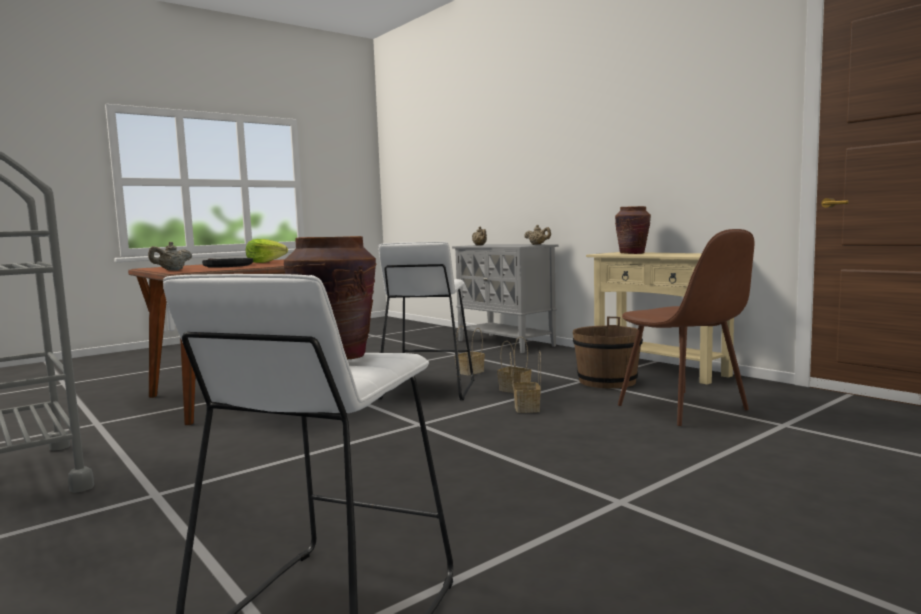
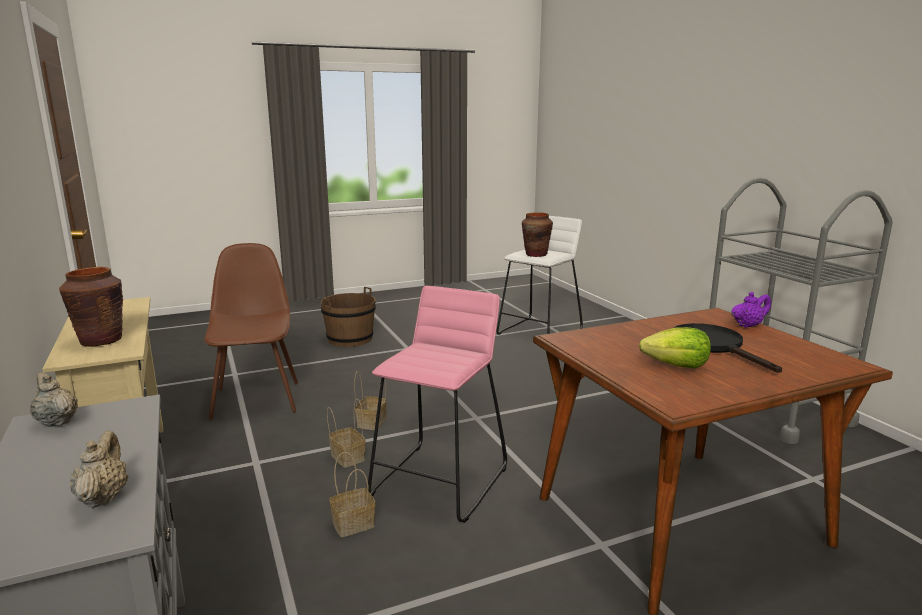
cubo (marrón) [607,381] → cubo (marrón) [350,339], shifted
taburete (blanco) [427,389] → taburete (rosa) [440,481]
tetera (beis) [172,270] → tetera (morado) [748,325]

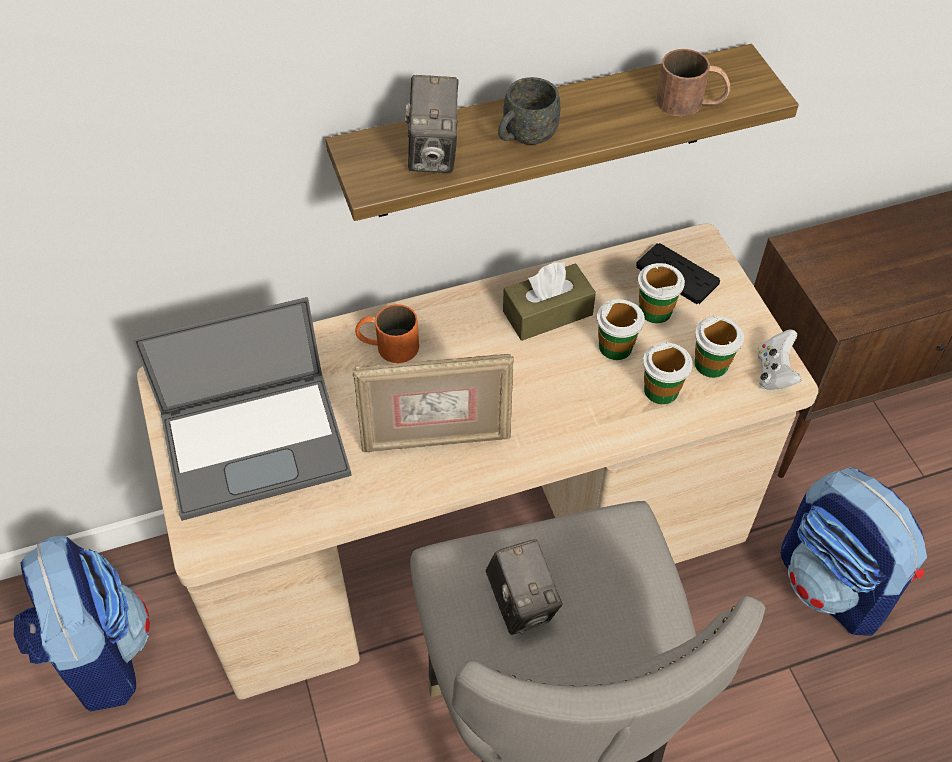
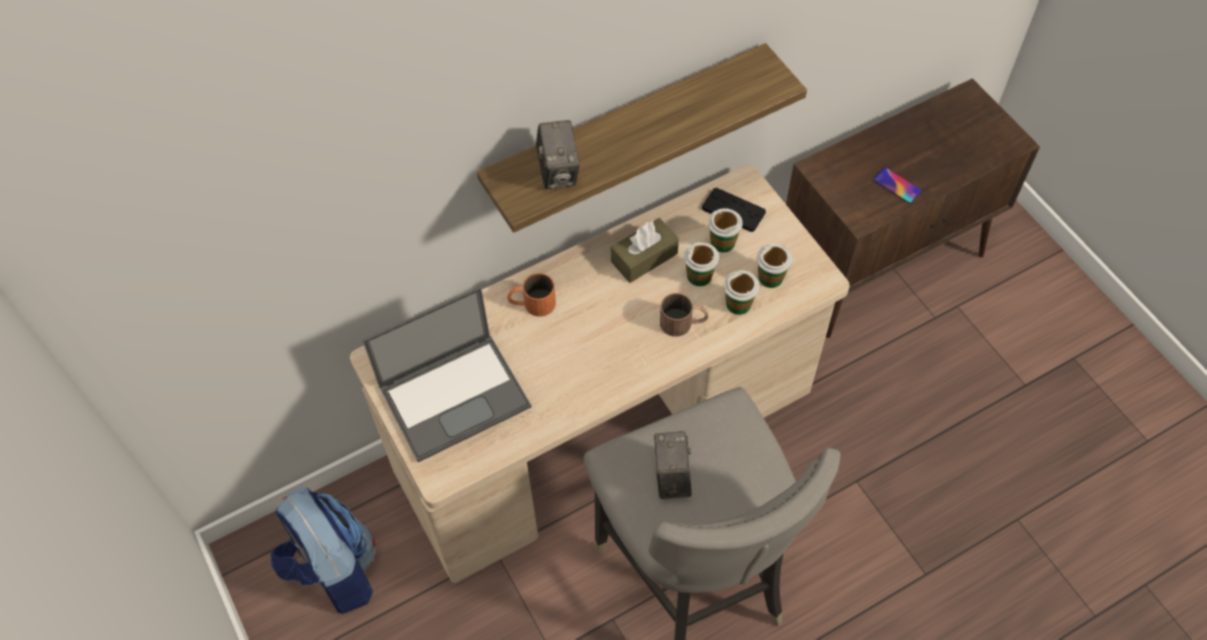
cámara [521,603] → cámara [671,476], 150 degrees counterclockwise
taza grande (marrón) [691,102] → taza grande (marrón) [683,323], shifted
- → móvil [897,185]
portarretratos [436,439] → -
taza grande (gris) [524,137] → -
mando de consola (blanco) [774,373] → -
mochila [834,585] → -

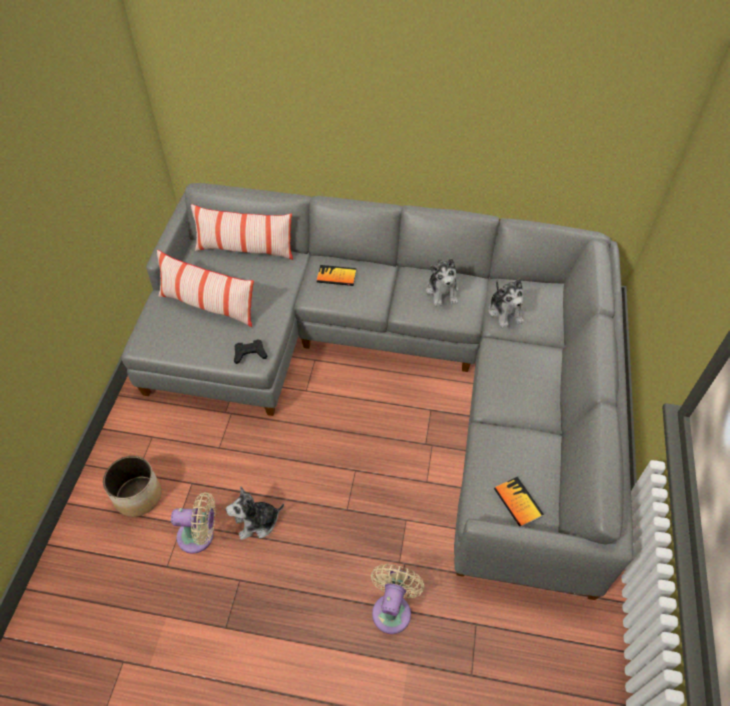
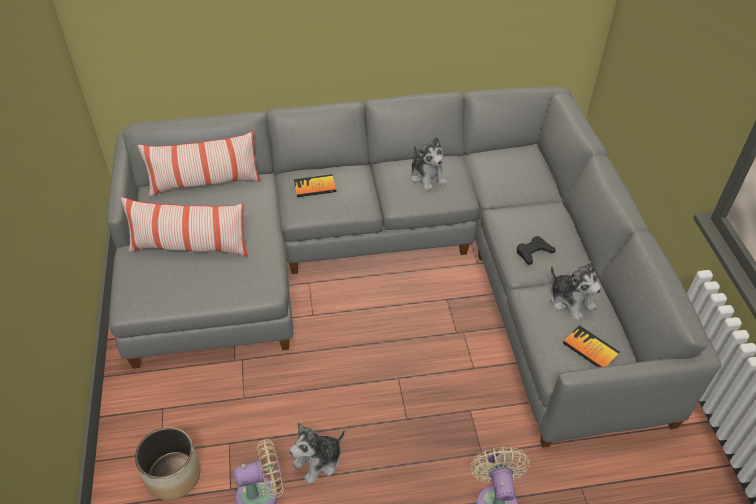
mando de consola (negro) [250,353] → mando de consola (negro) [533,252], shifted
peluche [505,312] → peluche [570,301], shifted

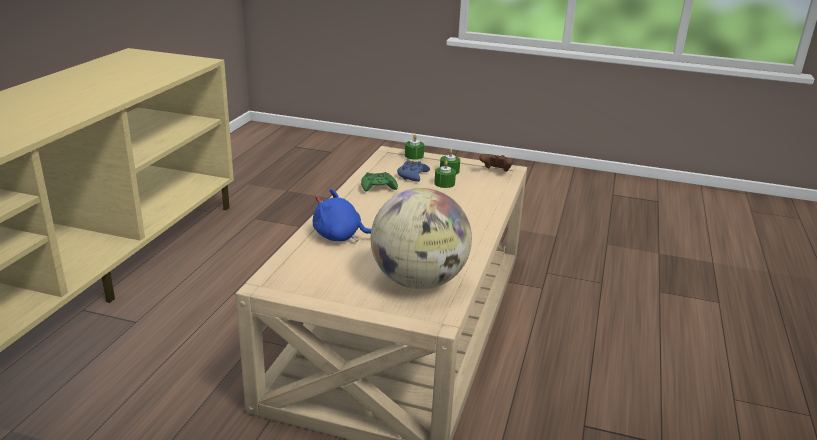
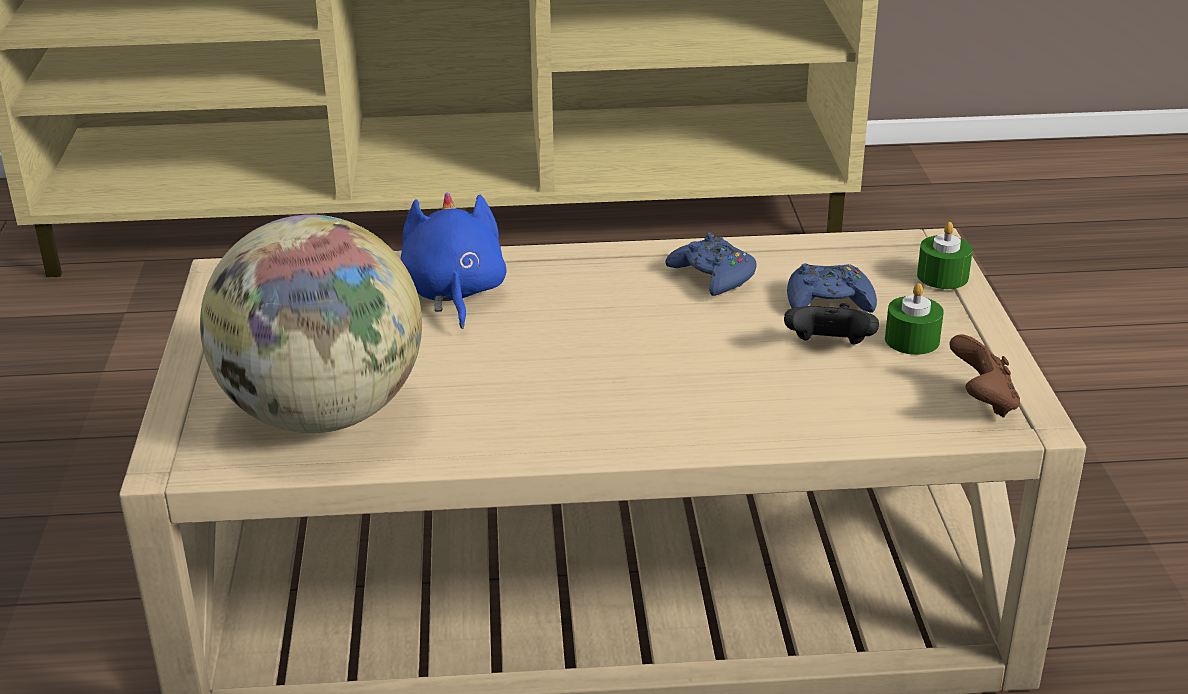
mando de consola (verde) [378,187] → mando de consola (azul) [713,276]
vela (verde) [444,183] → mando de consola (negro) [828,348]

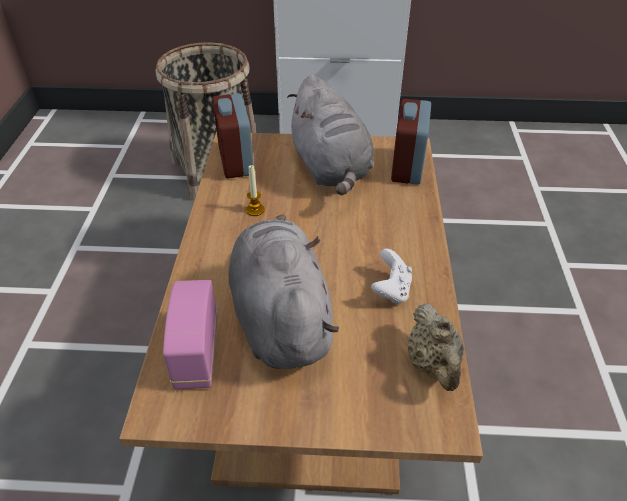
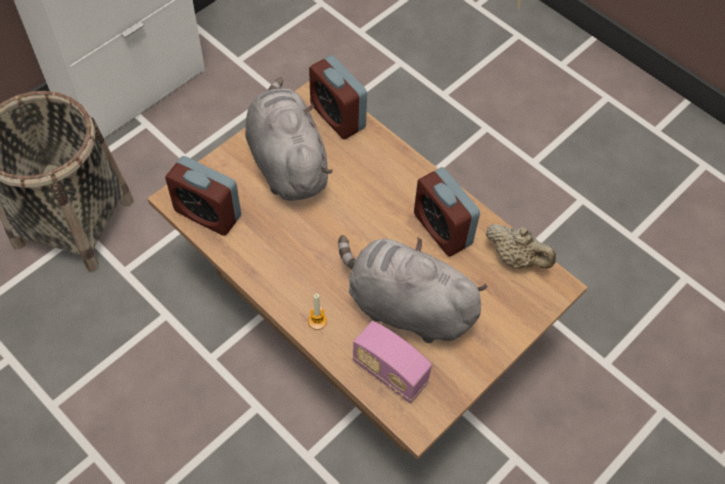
peluche (gris) [331,168] → peluche (gris) [287,161], 135 degrees counterclockwise
vela [255,210] → vela [317,321], shifted
mando de consola (blanco) [391,290] → despertador [442,229]

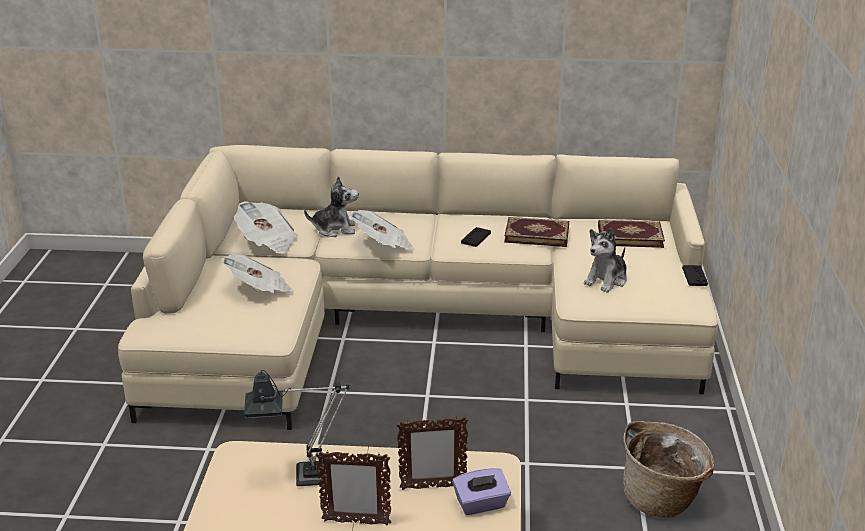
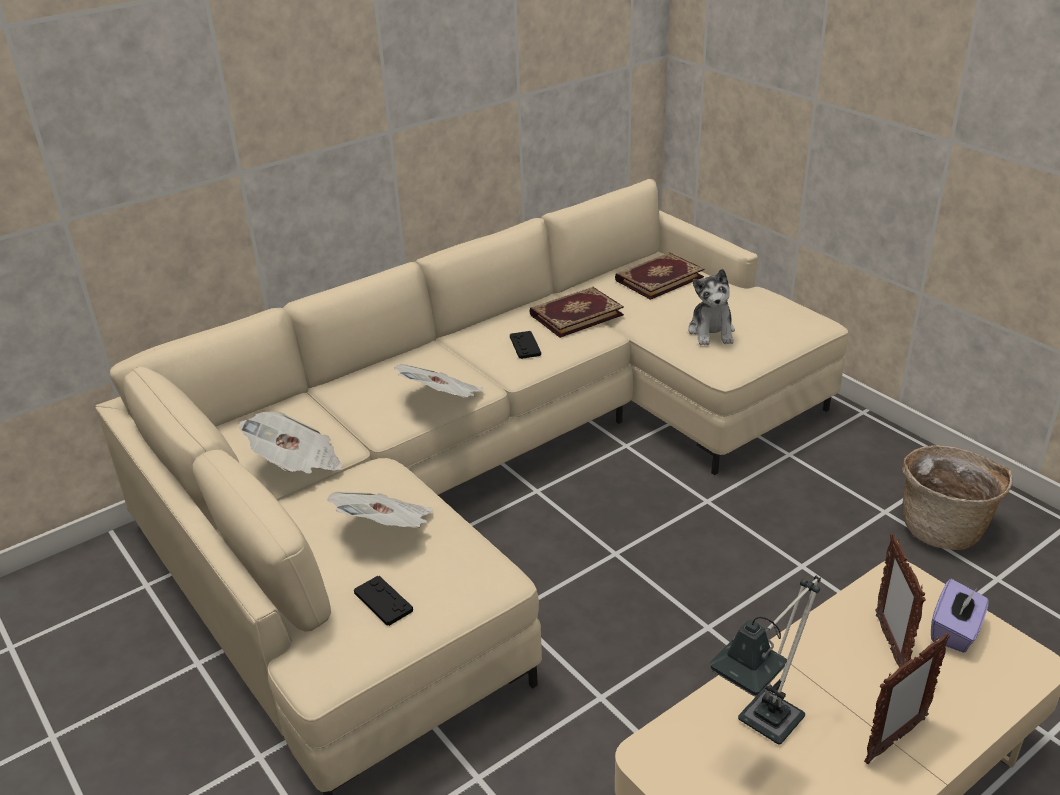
mando de consola (negro) [694,276] → mando de consola (negro) [383,601], shifted
portarretratos [432,487] → portarretratos [890,645], 135 degrees clockwise
peluche [335,229] → -

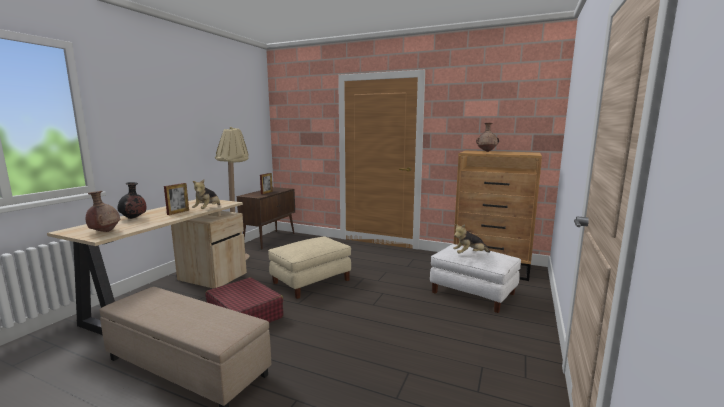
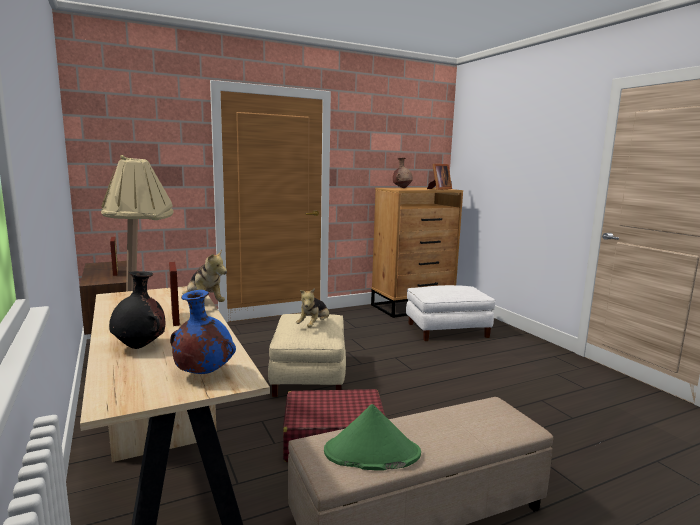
florero (marrón) [105,231] → florero (azul) [203,374]
peluche [469,254] → peluche [314,326], shifted
- → sombrero (verde) [371,453]
- → portarretratos [439,189]

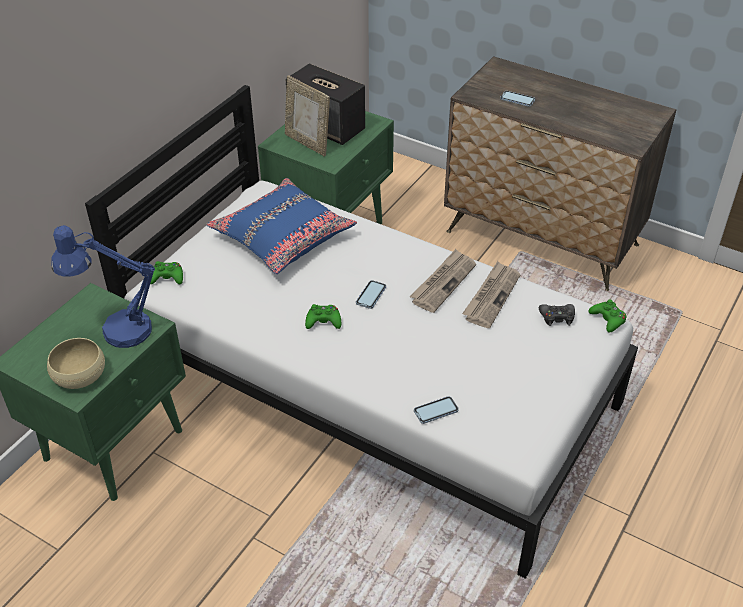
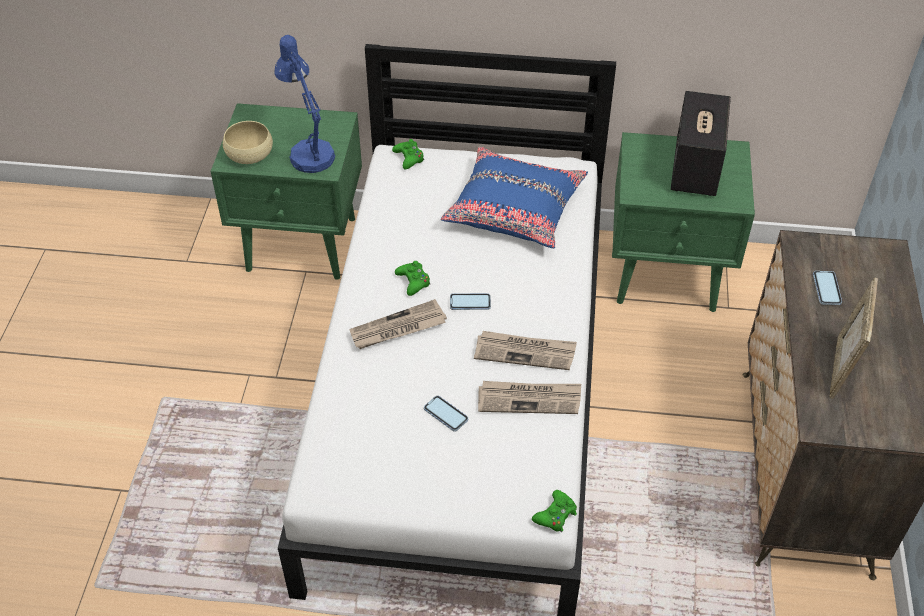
- → periódico [397,328]
móvil [436,411] → móvil [446,414], shifted
portarretratos [308,143] → portarretratos [841,368], shifted
mando de consola (negro) [557,317] → -

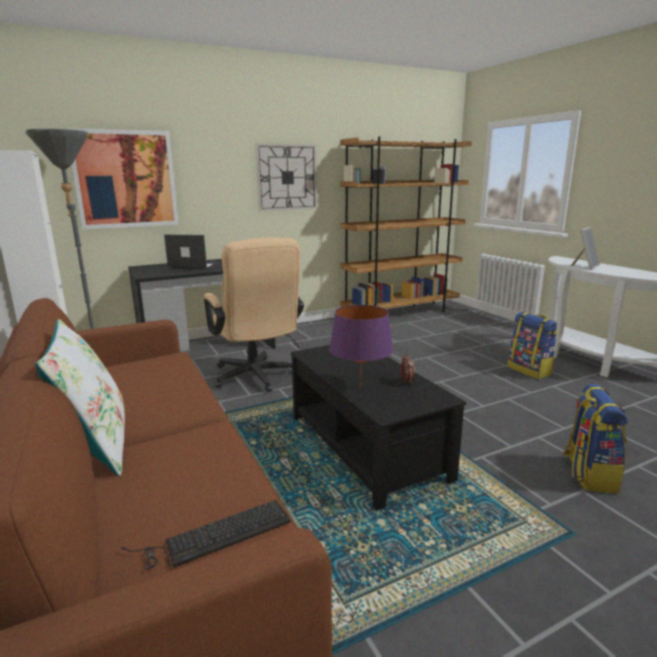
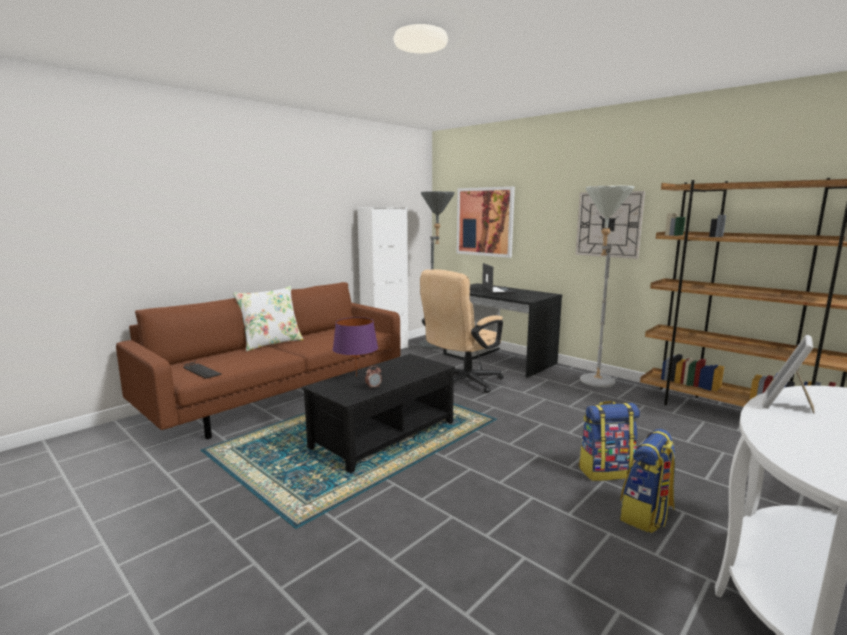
mochila [588,474] → mochila [606,471], shifted
- → lámpara de pie (gris) [594,383]
portarretratos [585,267] → portarretratos [785,405], 105 degrees clockwise

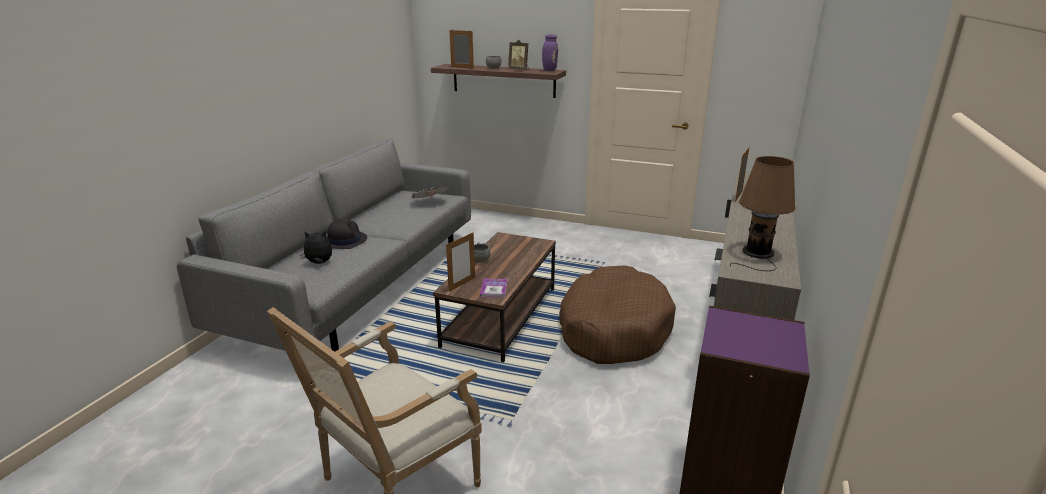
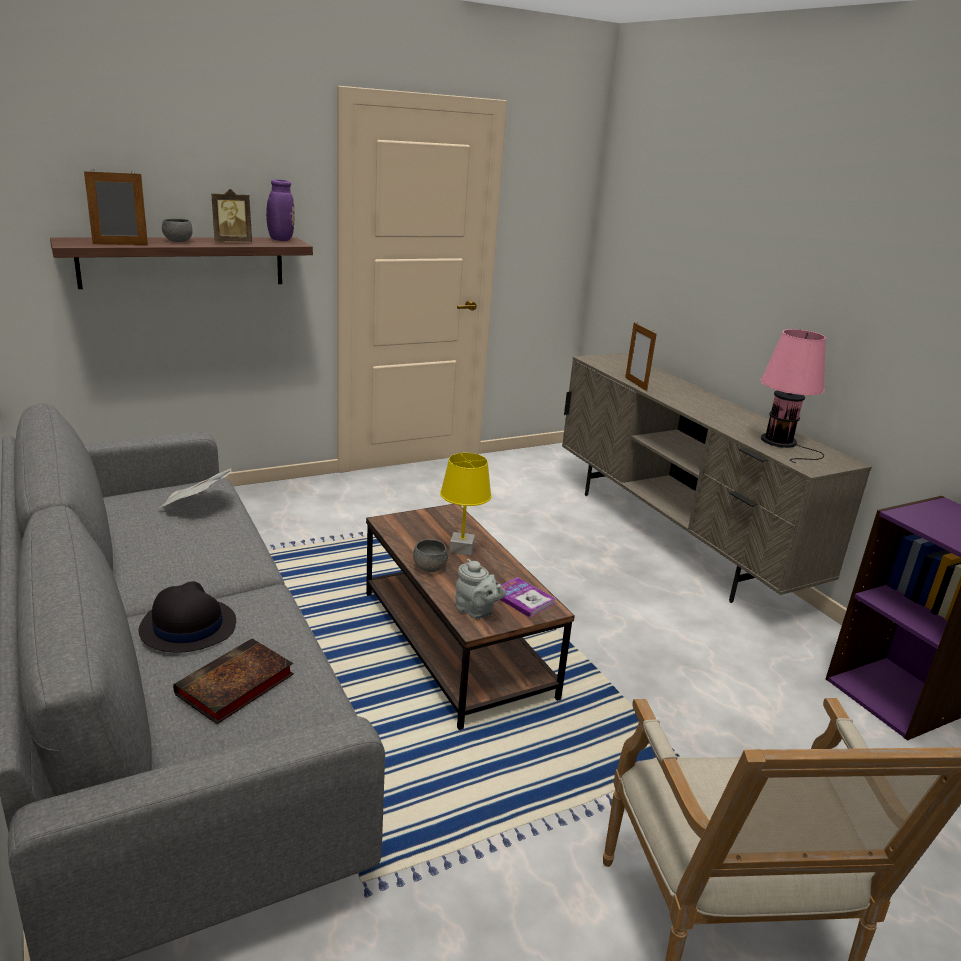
peluche [319,263] → libro [234,687]
- → lámpara de mesa (amarillo) [462,549]
portarretratos [462,284] → tetera (gris) [476,611]
lámpara de mesa (marrón) [758,254] → lámpara de mesa (rosa) [781,443]
cama para perro (marrón) [613,329] → -

